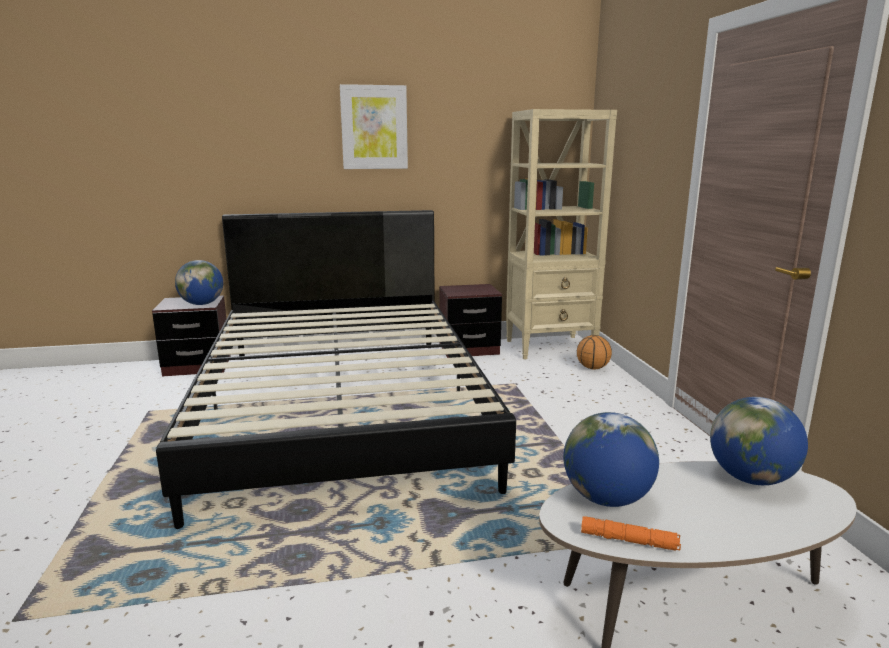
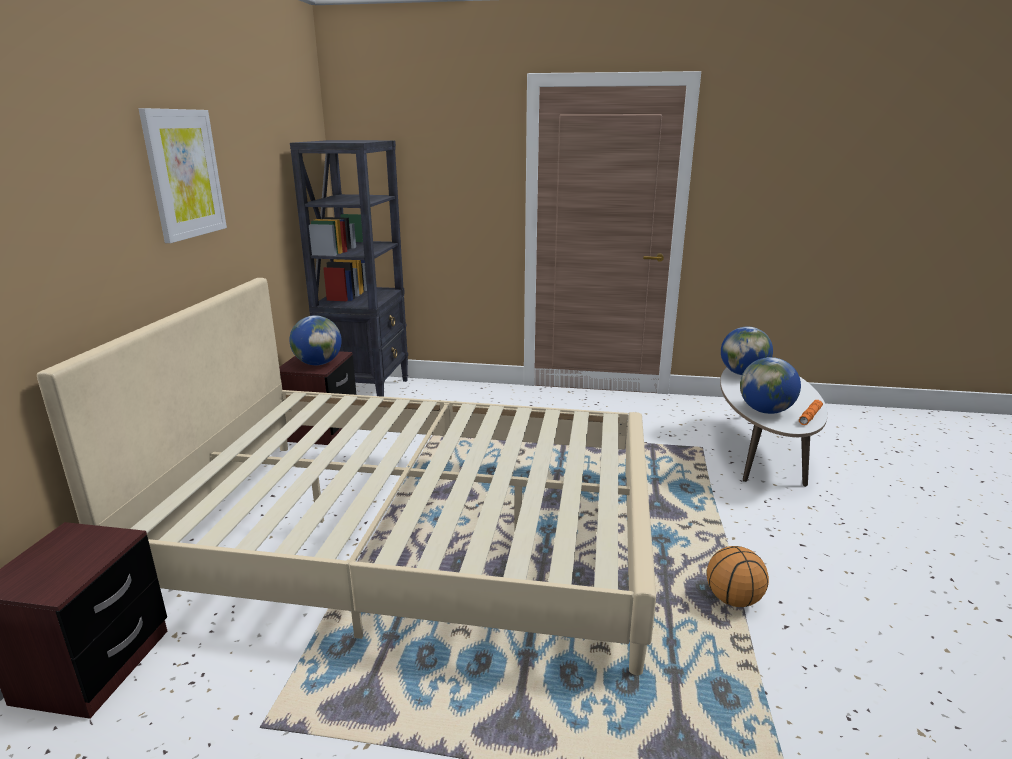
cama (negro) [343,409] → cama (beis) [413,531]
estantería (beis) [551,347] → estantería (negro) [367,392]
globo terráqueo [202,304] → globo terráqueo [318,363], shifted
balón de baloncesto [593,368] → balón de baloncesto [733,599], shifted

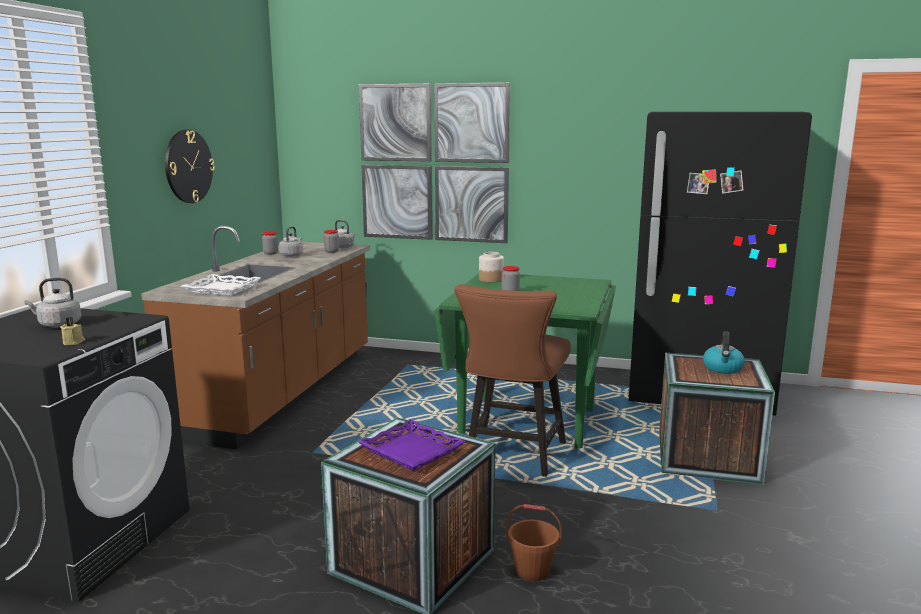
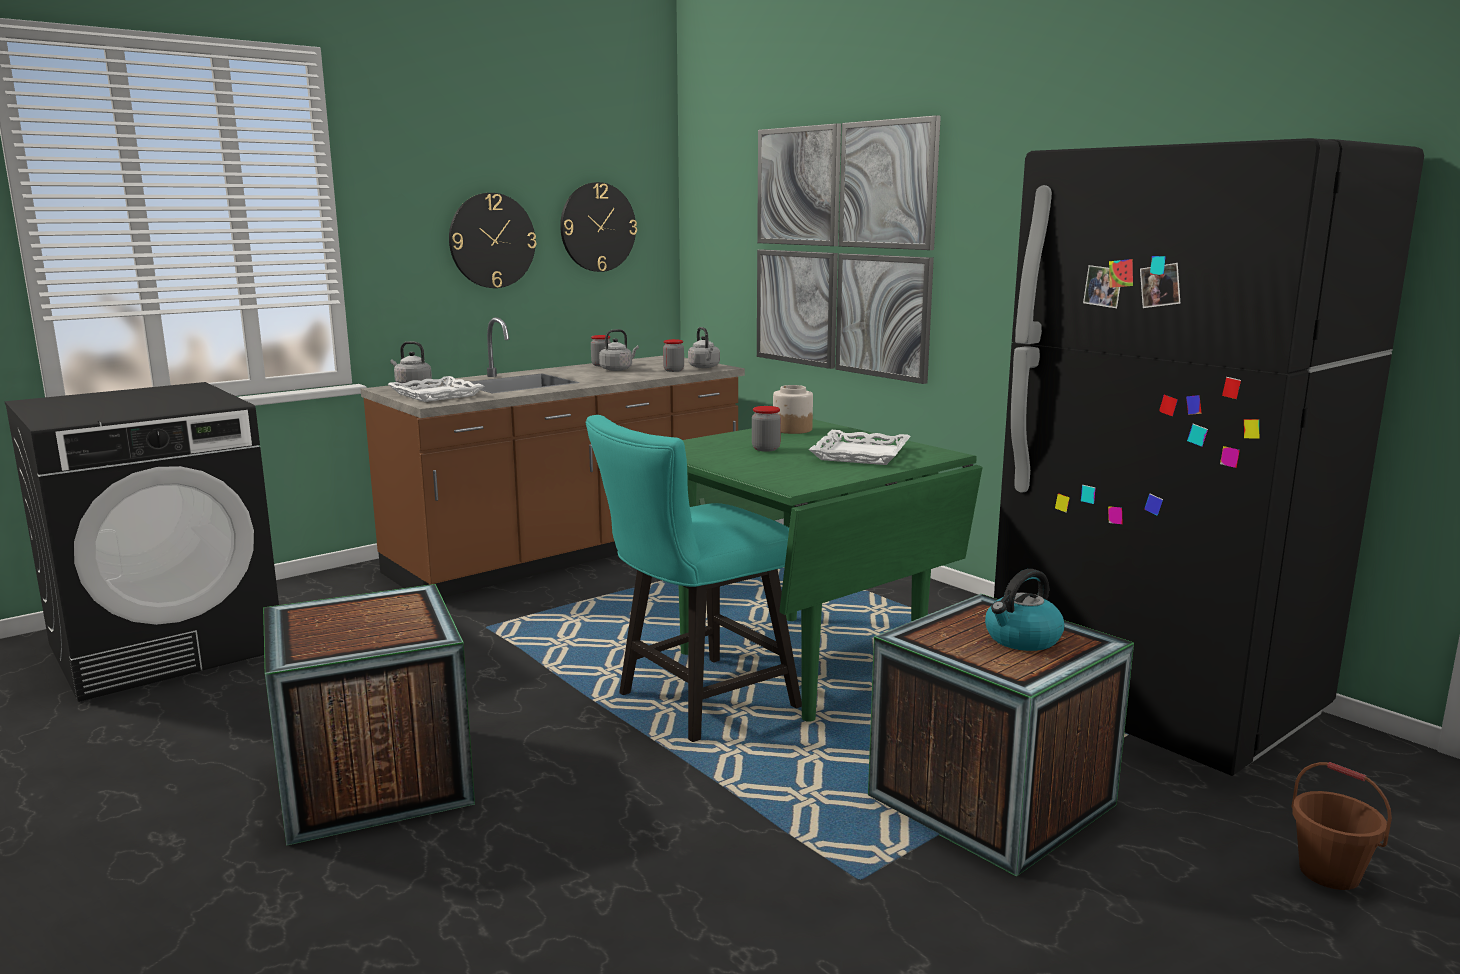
hervidor (gris) [58,325] → hervidor (gris) [412,385], shifted
- → reloj de pared [598,227]
silla (marrón) [512,456] → silla (turquesa) [696,703]
- → bandeja (blanco) [861,454]
cubo (marrón) [532,570] → cubo (marrón) [1330,873], shifted
vela (beis) [74,342] → -
bandeja (morado) [411,451] → -

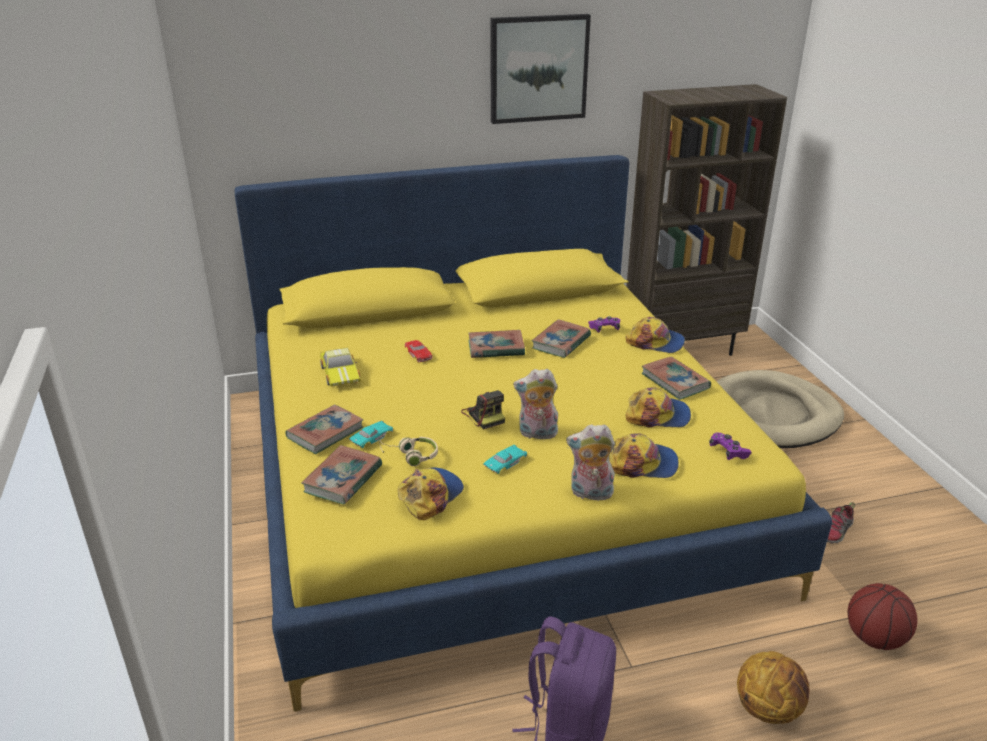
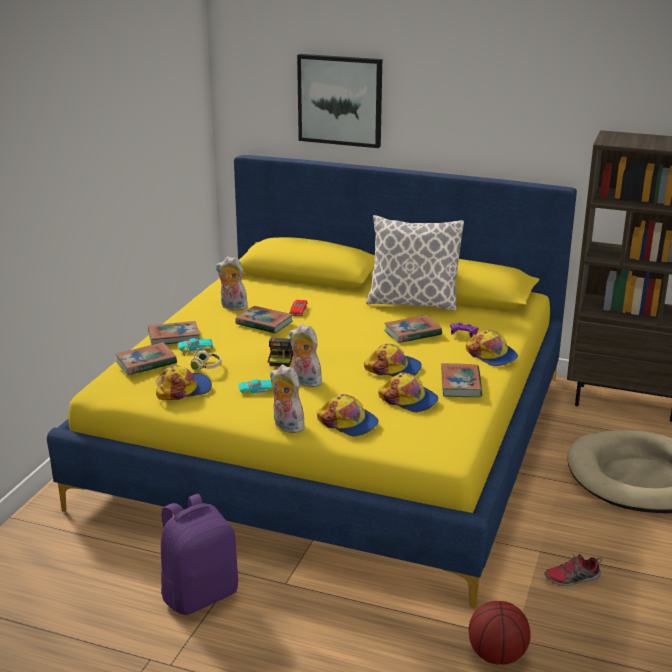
coche de juguete [341,373] → peluche [232,307]
libro [496,348] → libro [264,323], shifted
cuadro [538,68] → cuadro [340,100], shifted
- → gorra [393,368]
- → cojín [412,303]
mando de consola (morado) [728,452] → -
balón de baloncesto [768,709] → -

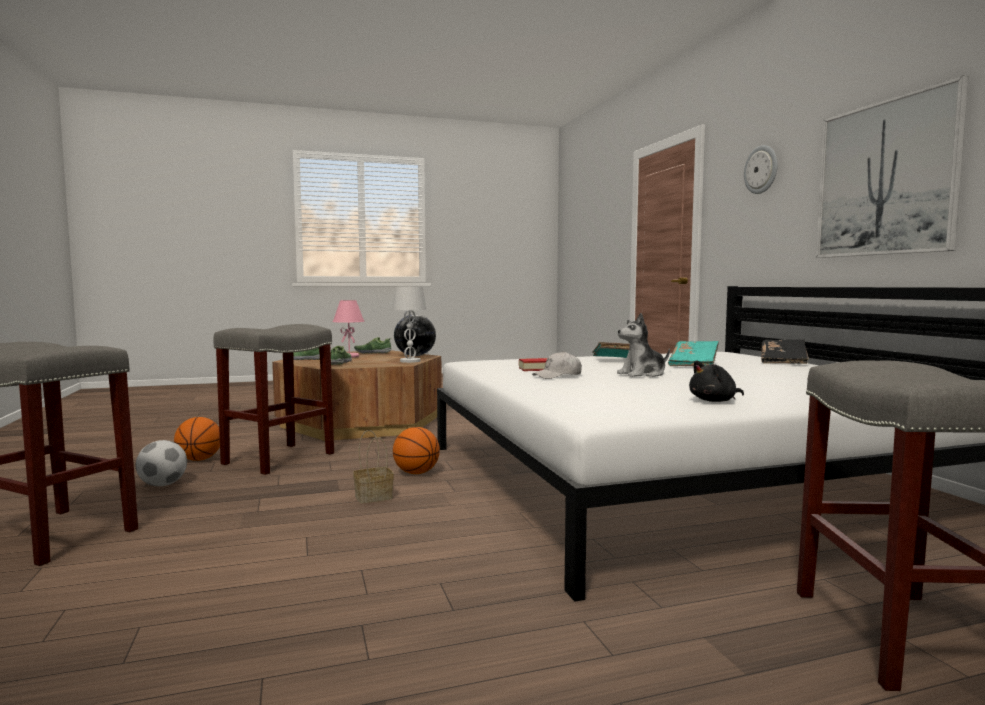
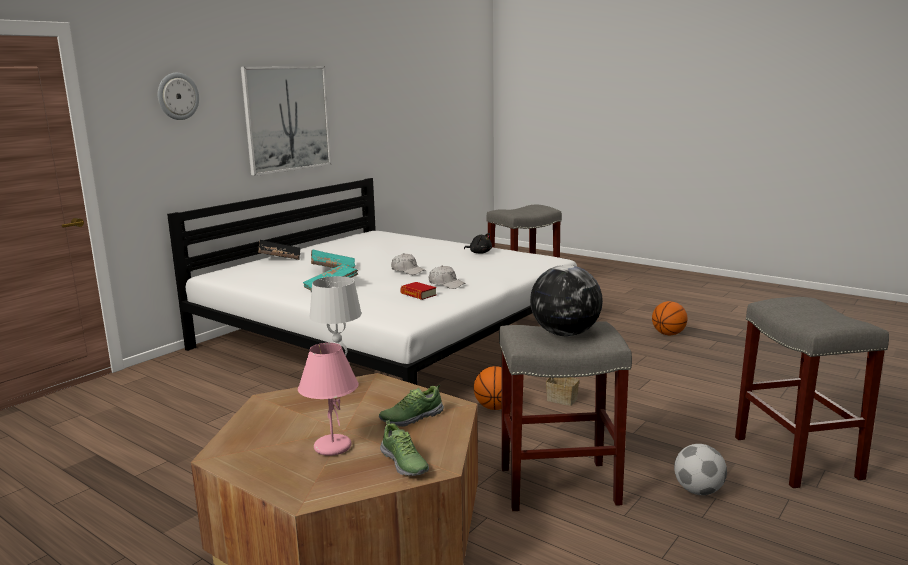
peluche [642,374] → gorra (blanco) [408,271]
globo terráqueo [415,356] → globo terráqueo [564,334], shifted
balón de baloncesto [199,459] → balón de baloncesto [668,334], shifted
zapato [373,352] → -

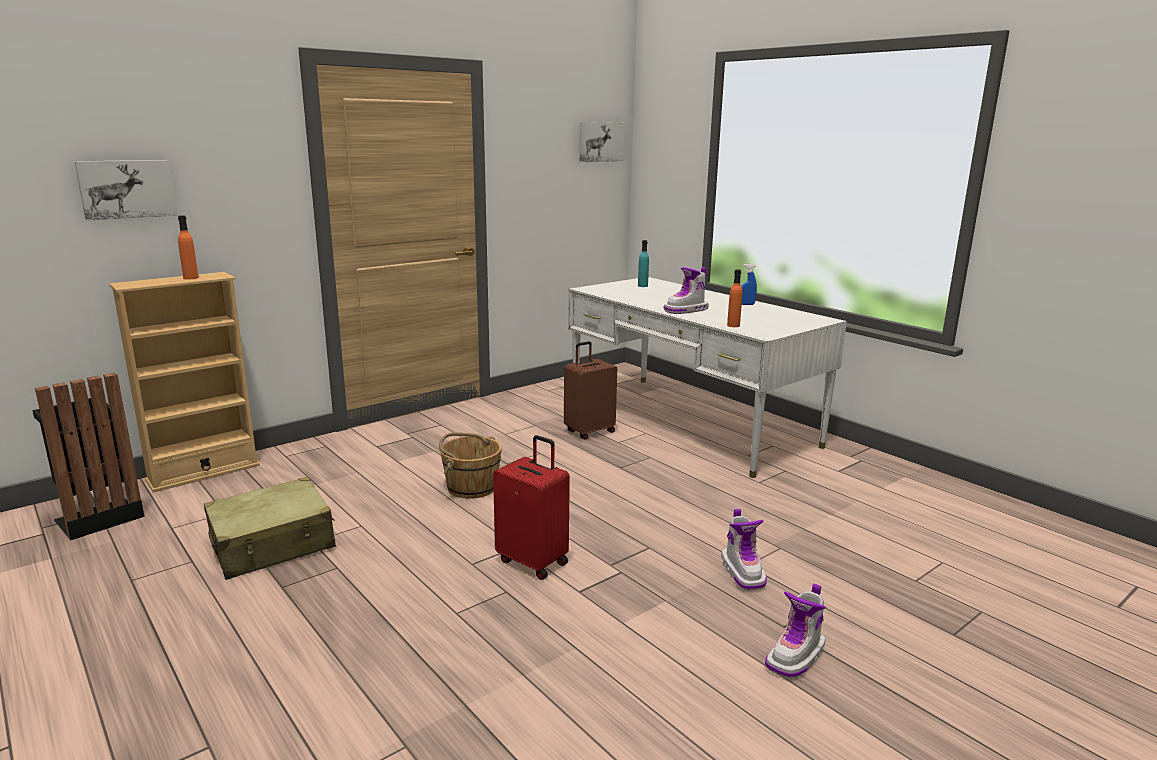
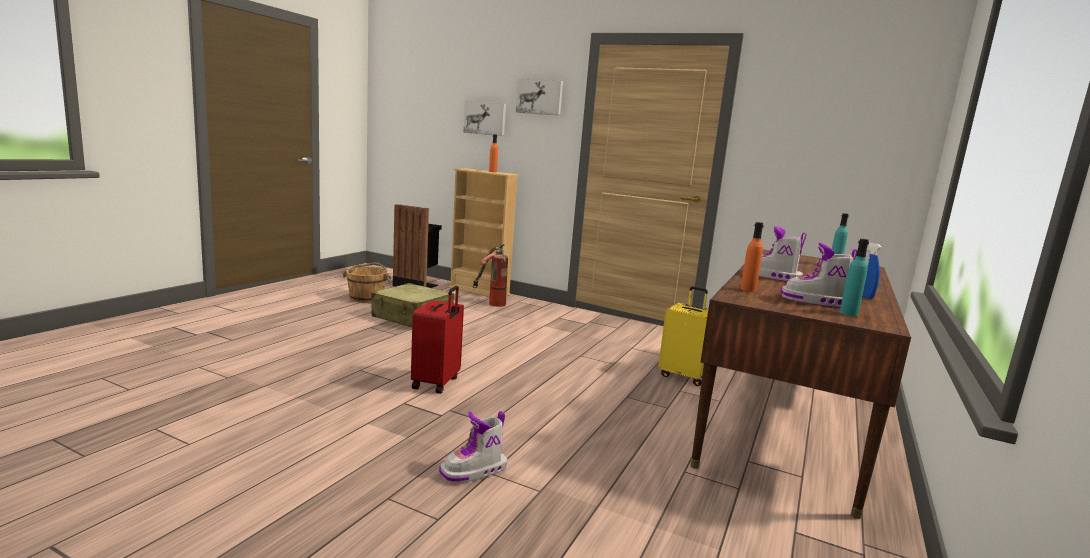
cubo (marrón) [471,487] → cubo (marrón) [367,298], shifted
- → extintor [491,303]
cuadro [600,142] → cuadro [540,97], shifted
maleta (marrón) [589,431] → maleta (amarillo) [683,376]
escritorio (blanco) [689,421] → escritorio (marrón) [786,420]
bota [796,657] → bota [815,301], shifted
- → botella (turquesa) [848,313]

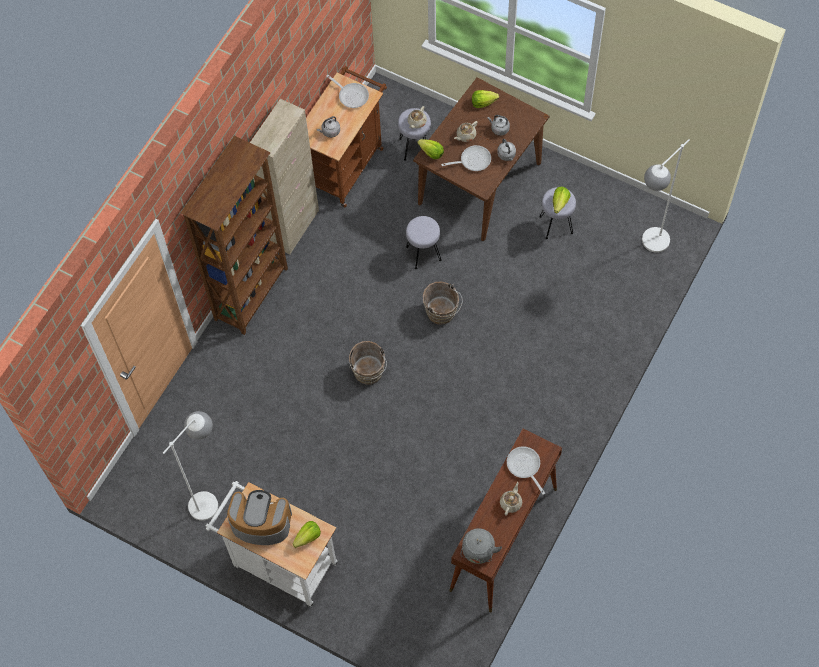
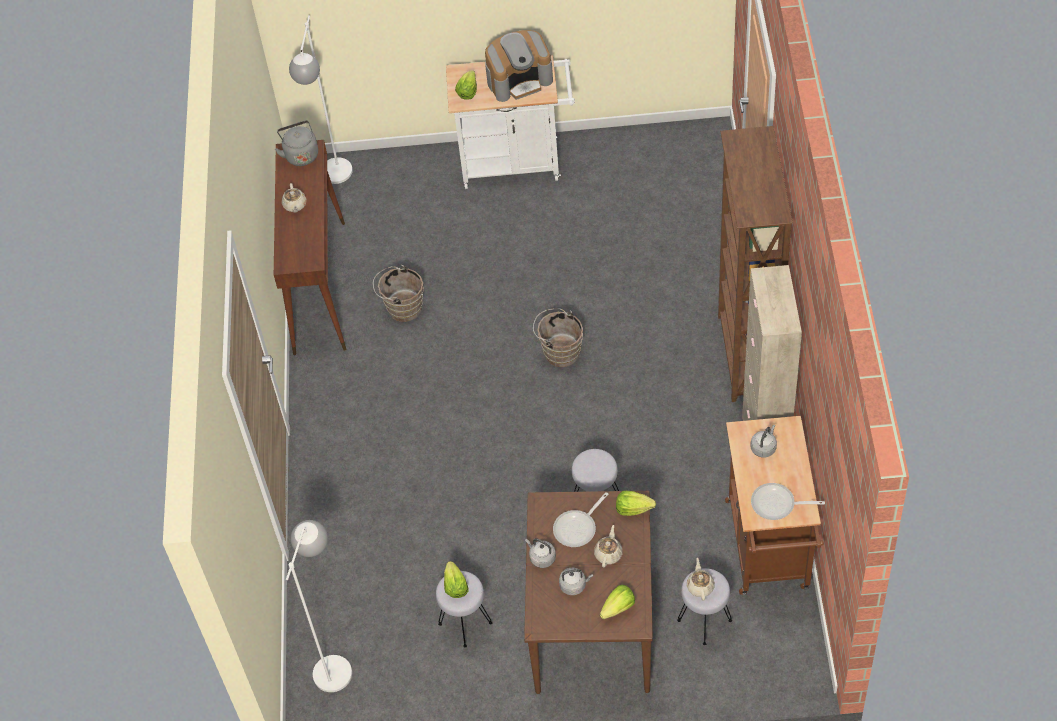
lámpara de pie (blanco) [210,498] → lámpara de pie (blanco) [335,180], shifted
cubo (marrón) [442,314] → cubo (marrón) [402,308], shifted
sartén [524,467] → -

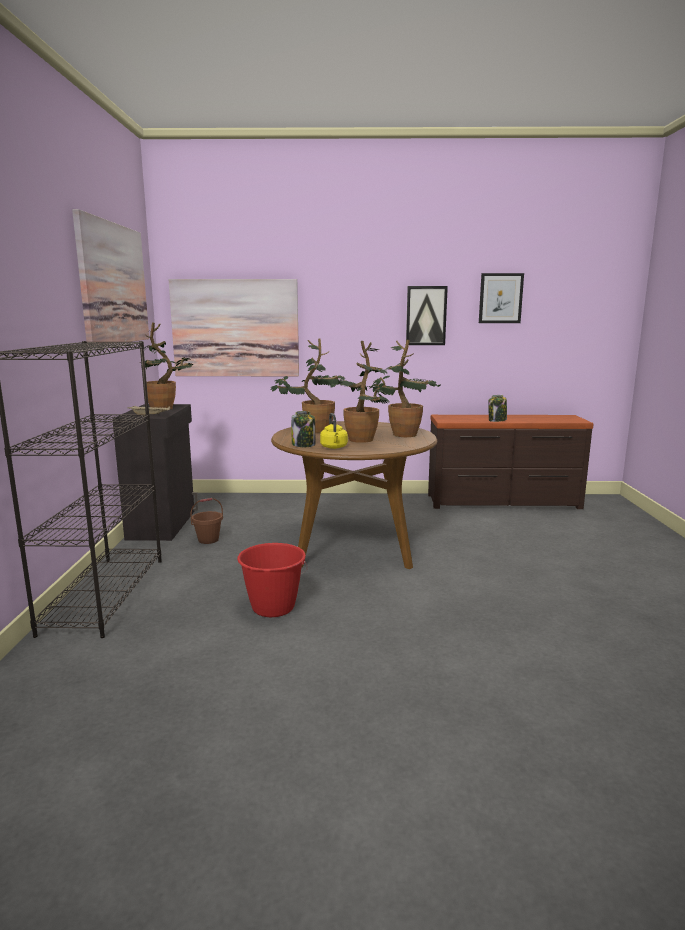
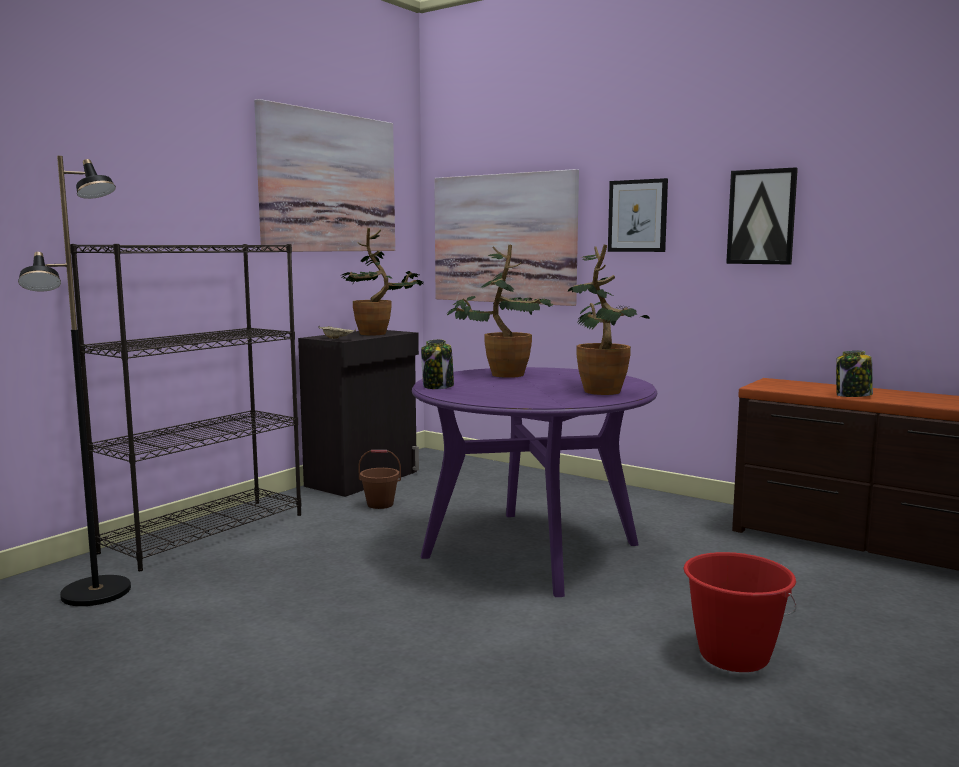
- → lámpara de pie (negro) [97,593]
mesa de comedor (marrón) [353,545] → mesa de comedor (morado) [531,550]
cuadro [500,298] → cuadro [637,216], shifted
cubo (rojo) [273,607] → cubo (rojo) [733,656], shifted
hervidor (amarillo) [334,447] → -
planta en maceta [362,441] → -

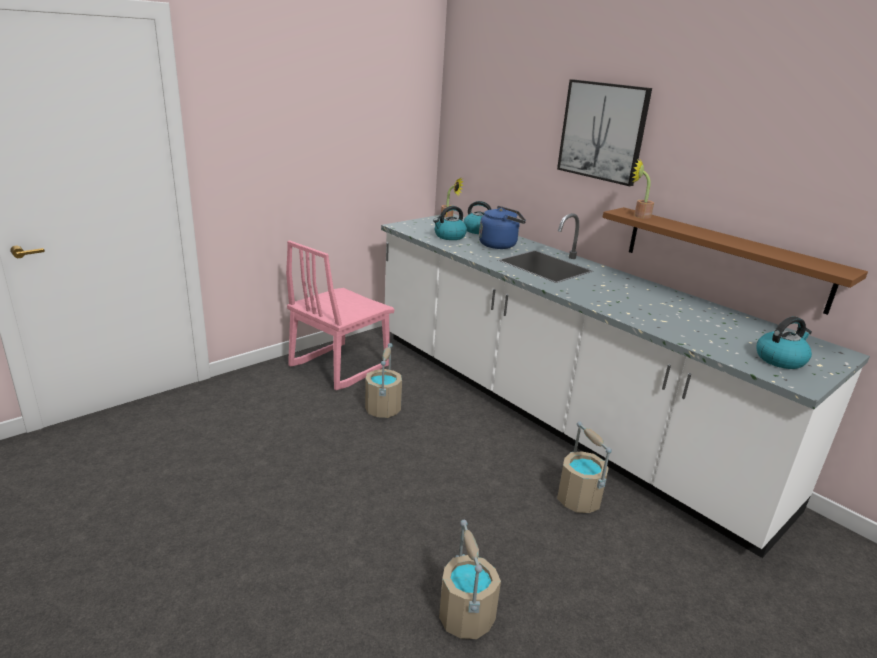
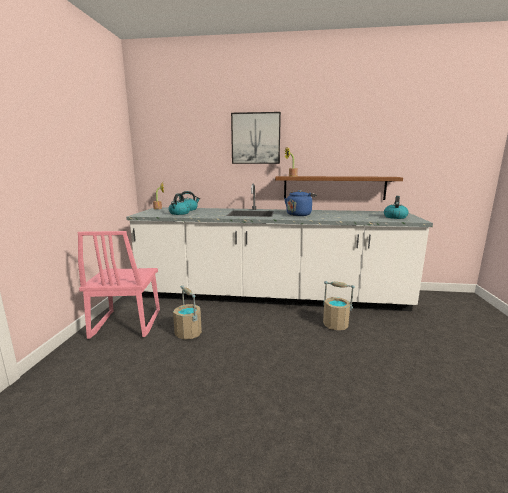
hervidor (azul) [500,245] → hervidor (azul) [299,214], shifted
cubo (beis) [465,616] → -

